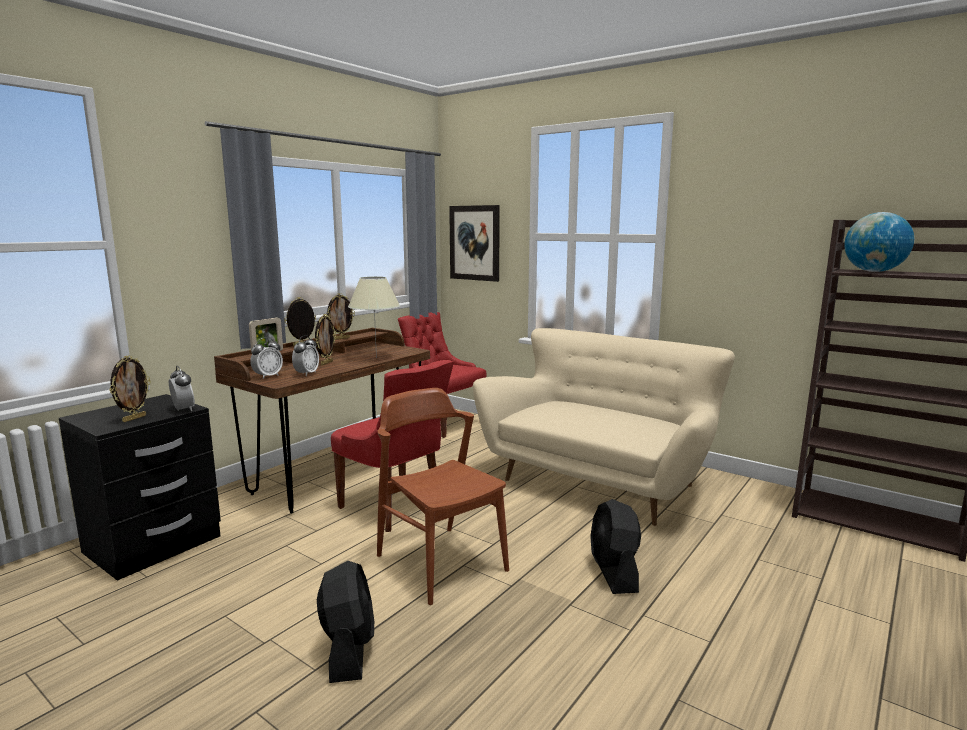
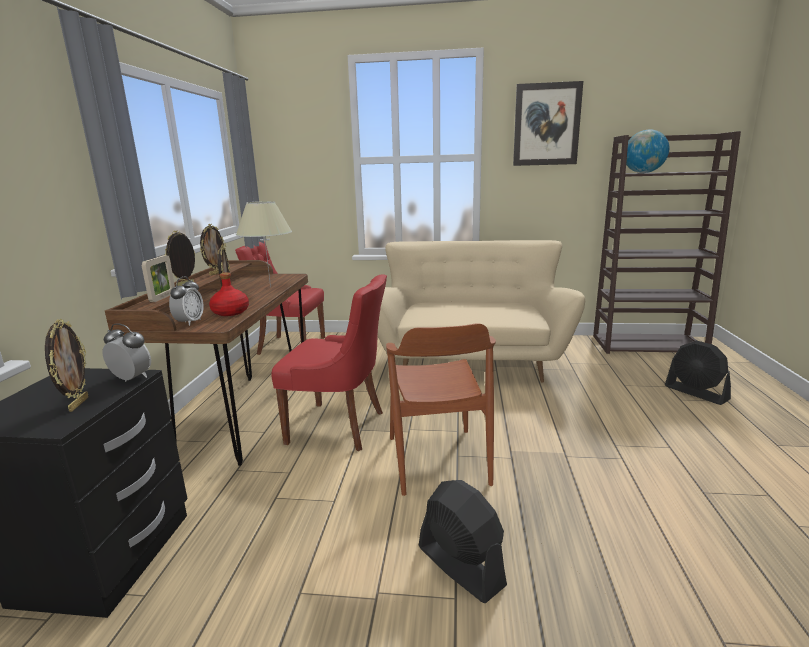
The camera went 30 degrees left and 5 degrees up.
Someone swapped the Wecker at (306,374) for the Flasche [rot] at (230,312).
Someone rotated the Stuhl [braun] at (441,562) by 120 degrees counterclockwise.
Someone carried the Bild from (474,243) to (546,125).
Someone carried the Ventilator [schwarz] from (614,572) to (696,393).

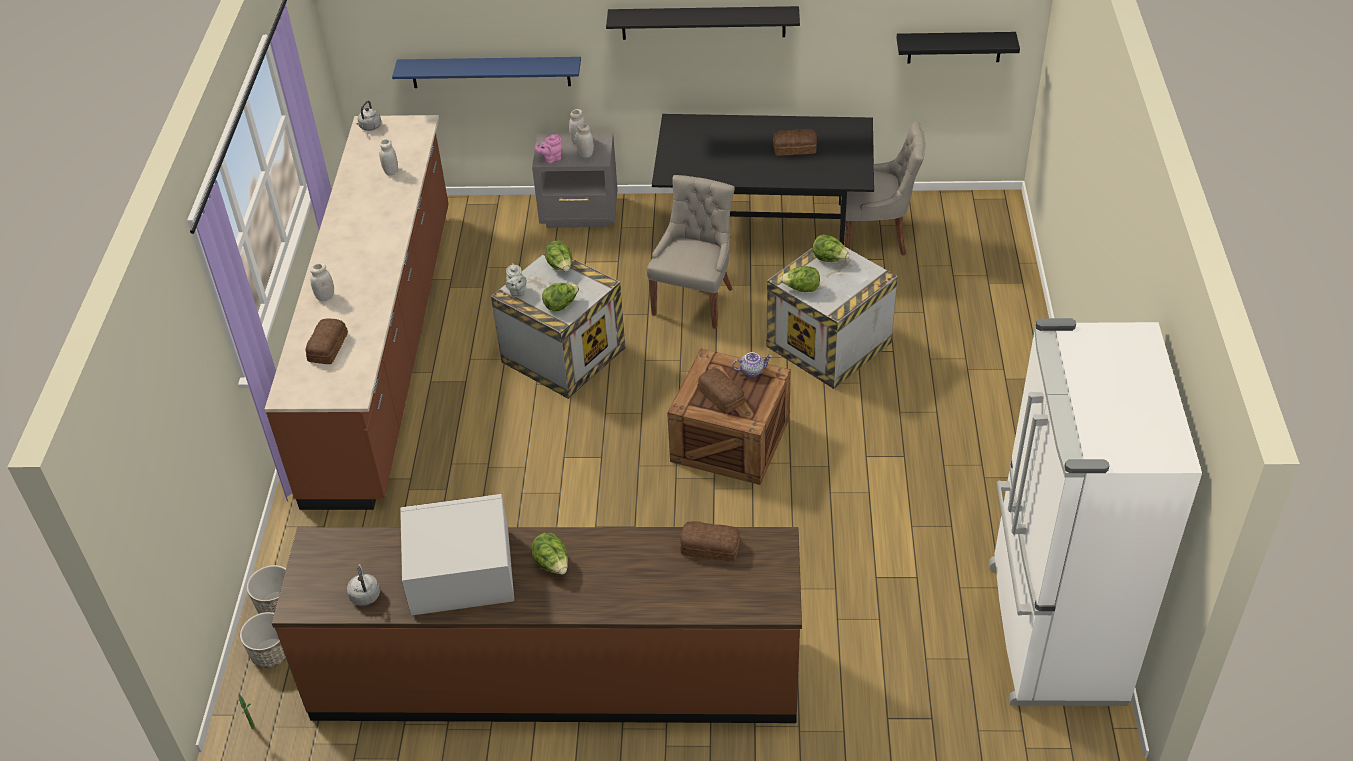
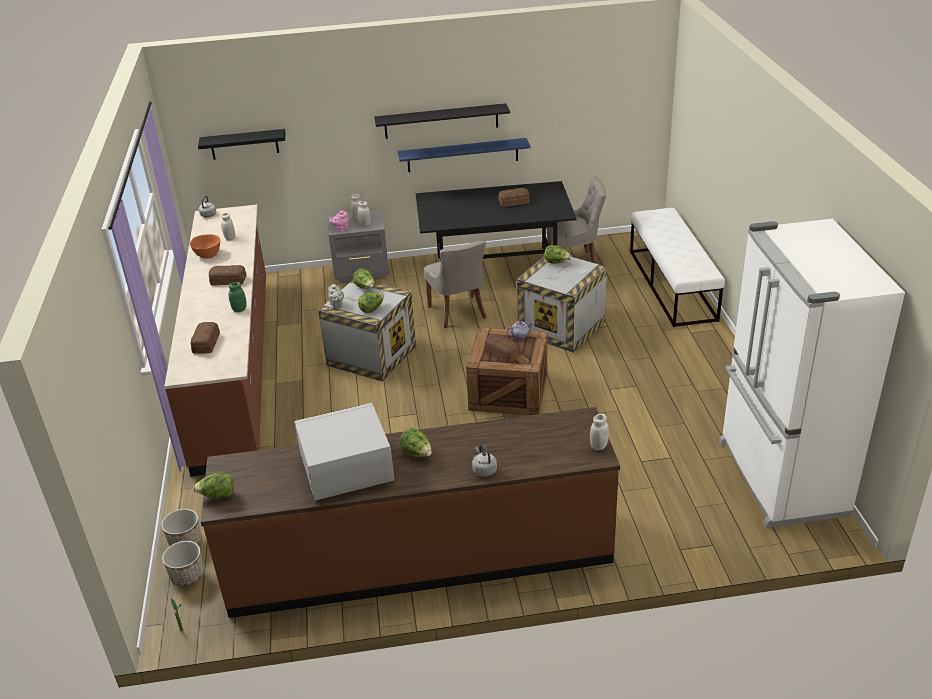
The camera went 10 degrees left and 10 degrees down.
Someone carried the Vorratsglas [weiß] from (325,296) to (598,446).
Someone carried the Wasserkessel [grau] from (365,594) to (484,470).
Someone carried the Wandregal [blau] from (490,72) to (462,155).
Someone rotated the Stuhl [grau] at (695,300) by 150 degrees clockwise.
Someone carried the Brot from (709,546) to (228,280).
Someone carried the Salatkopf from (801,289) to (217,496).
Someone carried the Wandregal [schwarz] from (954,47) to (244,144).
Someone put down the Schüssel [orange] at (208,255).
Someone put down the Vorratsglas [grün] at (239,309).
Someone put down the Bank [weiß] at (672,285).

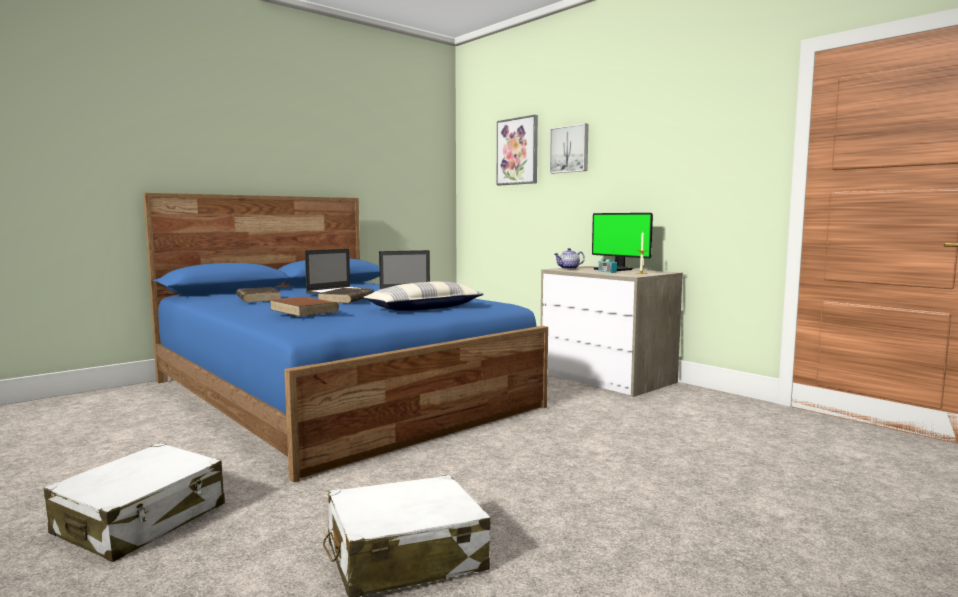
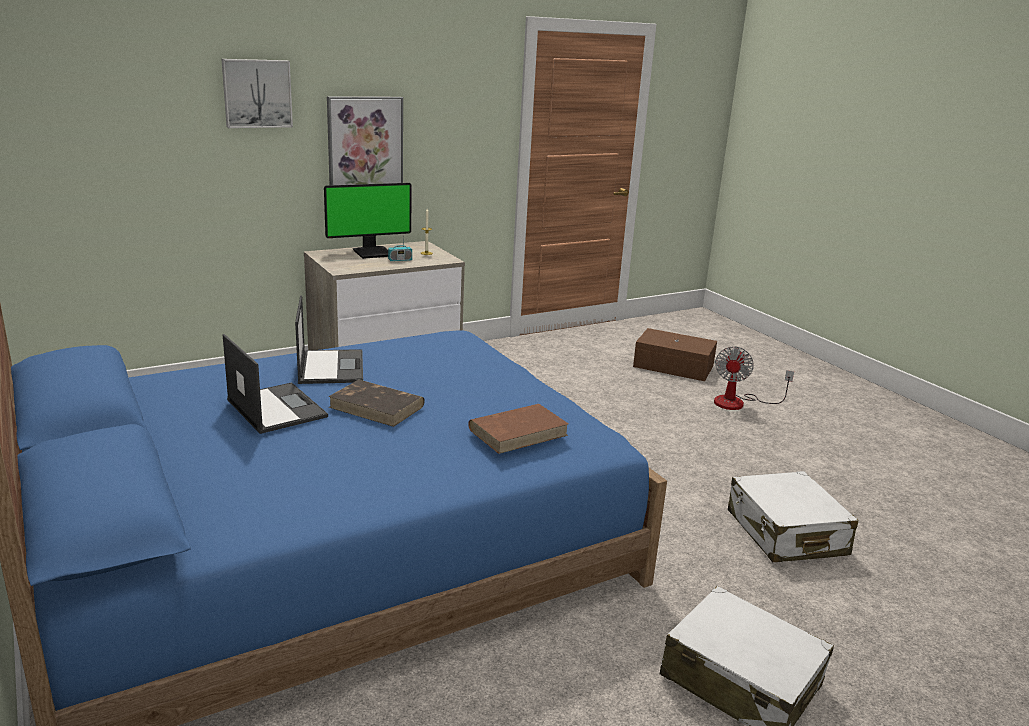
The camera went 80 degrees left and 15 degrees up.
Someone took away the Buch [braun] at (258,298).
Someone took away the Kissen at (424,308).
Someone carried the Bild from (517,151) to (365,144).
Someone took away the Teekanne at (569,268).
Someone put down the Aufbewahrungsbox [braun] at (674,366).
Someone put down the Ventilator at (738,402).

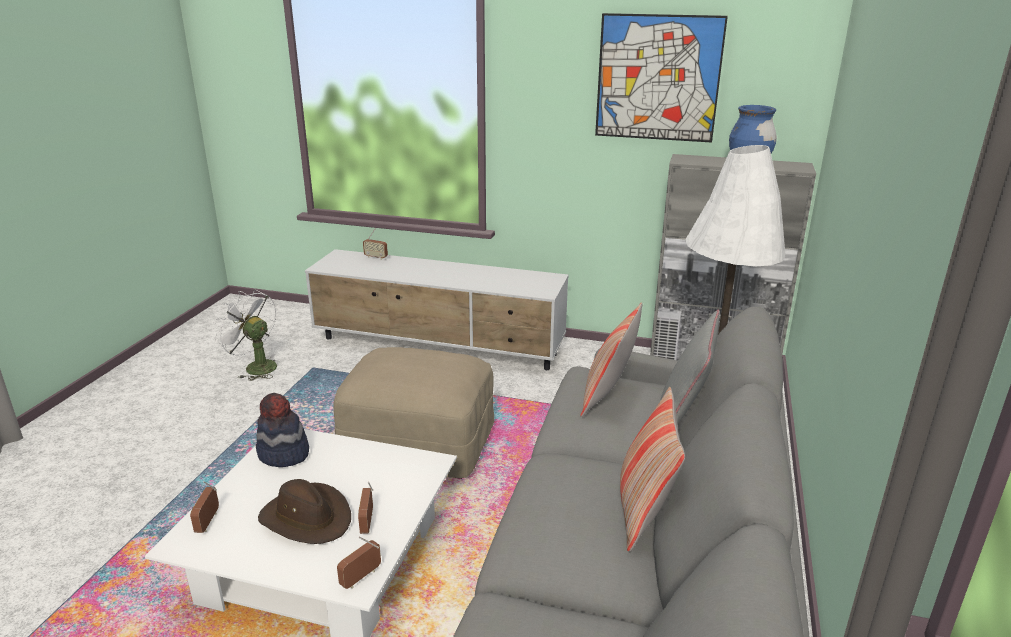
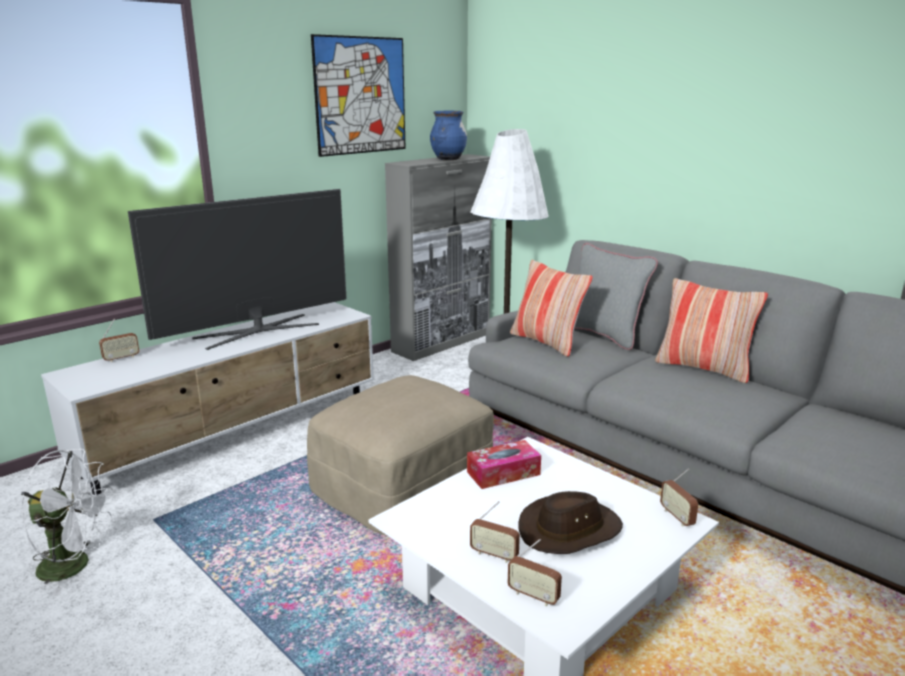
The camera went 60 degrees left and 5 degrees down.
Someone rotated the Ventilator [weiß] at (255,367) by 150 degrees counterclockwise.
Someone took away the Hut at (283,454).
Someone carried the Radio from (367,523) to (494,555).
Someone put down the Fernseher at (258,331).
Someone put down the Taschentuchbox at (503,473).

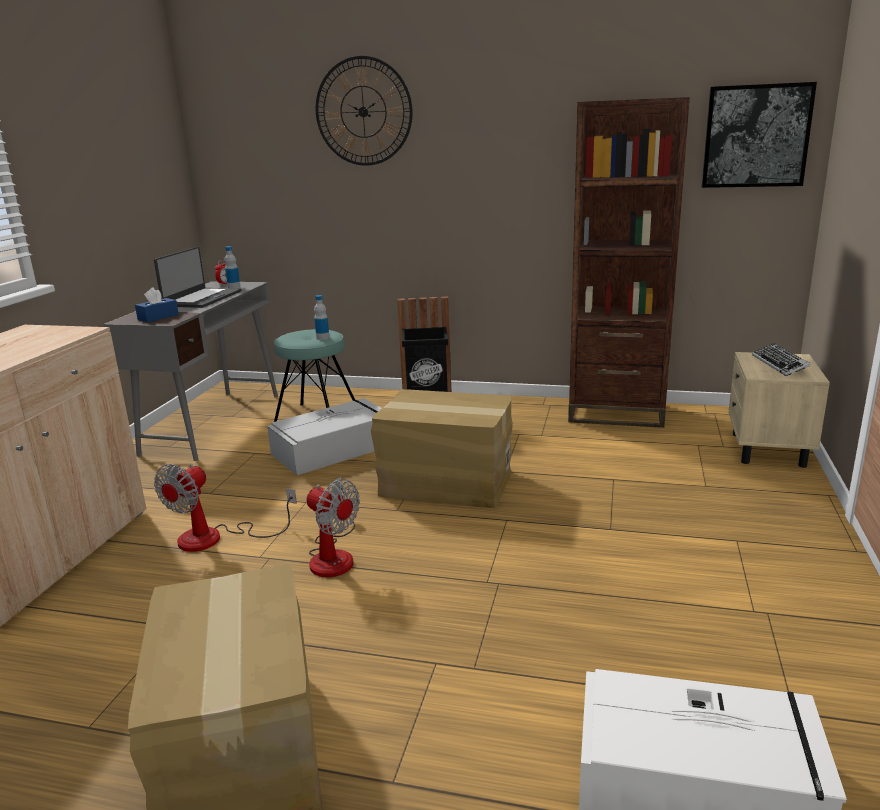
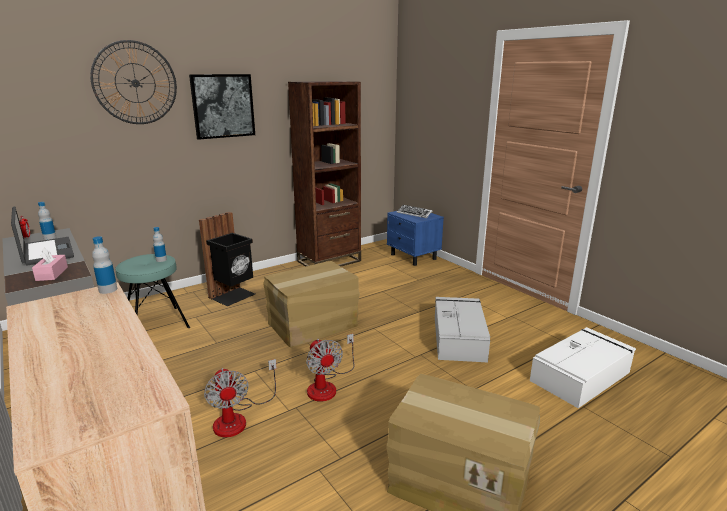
The camera went 50 degrees left and 0 degrees up.
Someone repainted the Taschentuchbox [blau] at (158,317), which became the Taschentuchbox [rosa] at (52,274).
Someone carried the Aufbewahrungsbox [grau] from (335,449) to (458,337).
Someone rotated the Ventilator at (334,555) by 75 degrees clockwise.
Someone carried the Bild from (756,136) to (223,106).
Someone repainted the Nachttisch [beige] at (767,450), which became the Nachttisch [blau] at (413,257).
Someone put down the Flasche at (108,290).

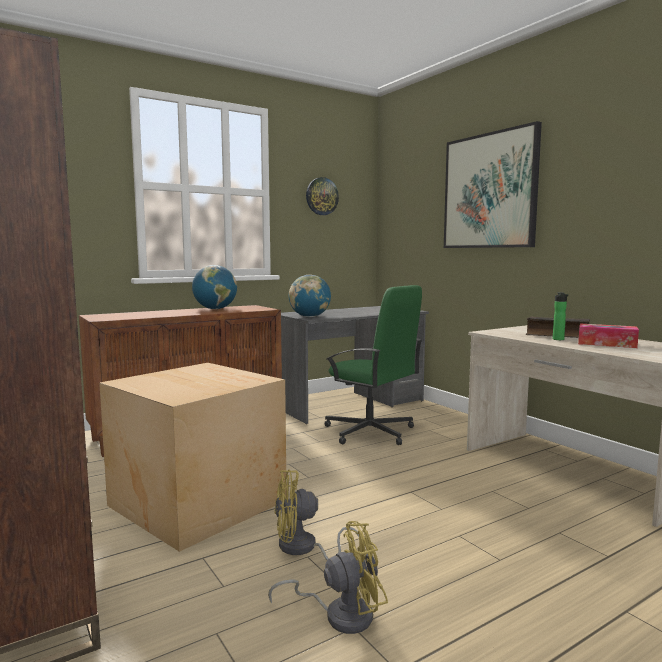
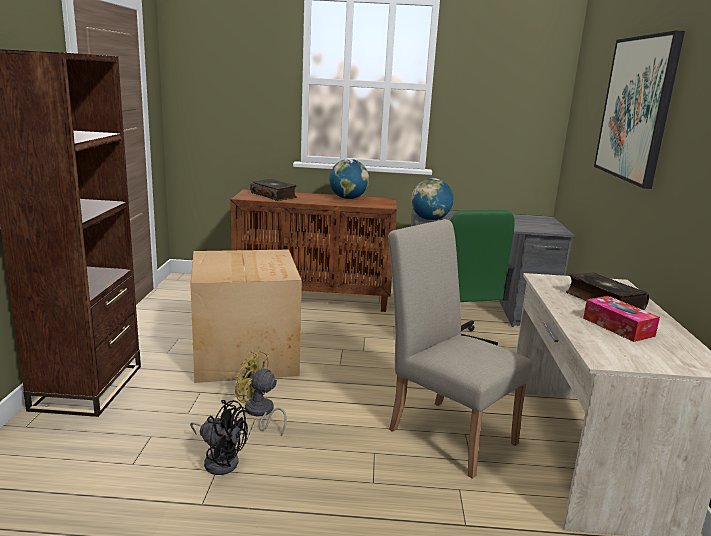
The camera went 35 degrees right and 10 degrees up.
Someone repainted the Ventilator [gelb] at (340,614), which became the Ventilator [schwarz] at (220,460).
Someone took away the Wanduhr at (321,196).
Someone took away the Flasche at (559,339).
Someone put down the Buch at (274,195).
Someone put down the Stuhl [beige] at (445,431).

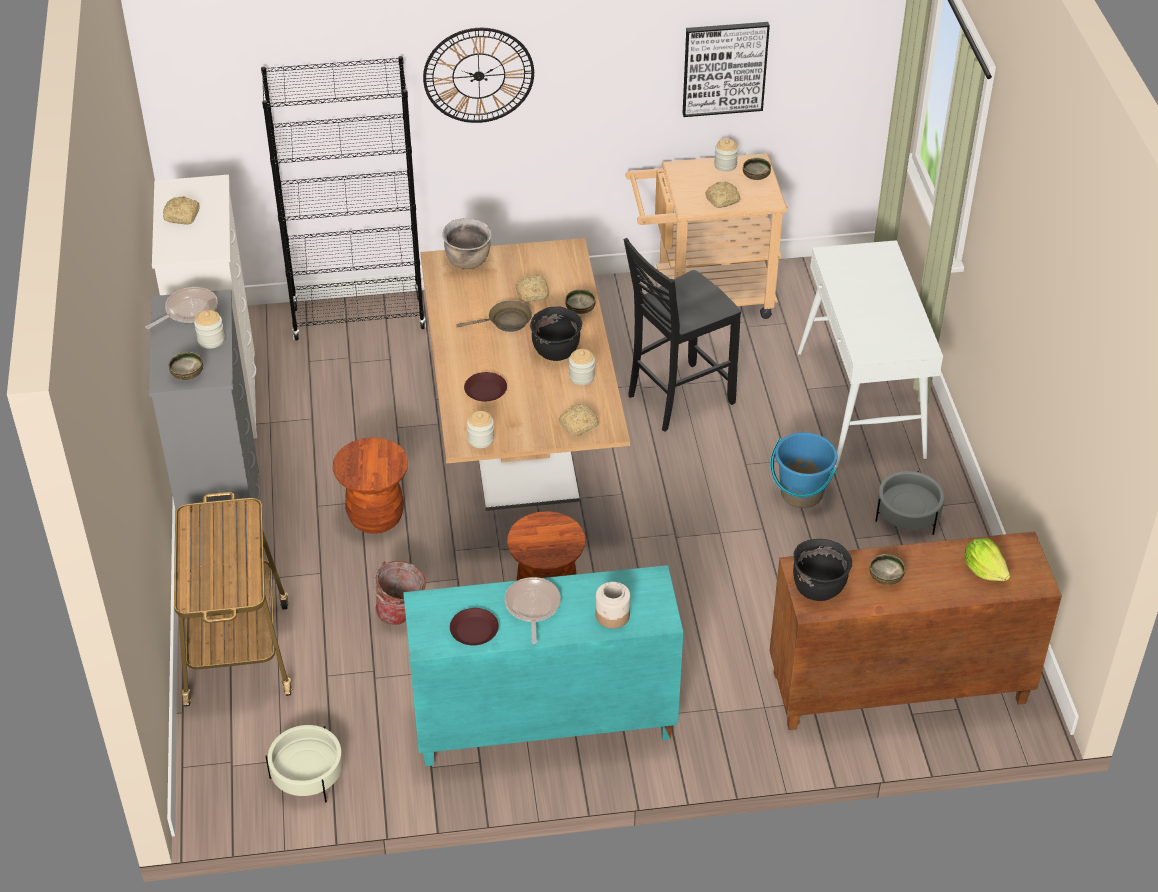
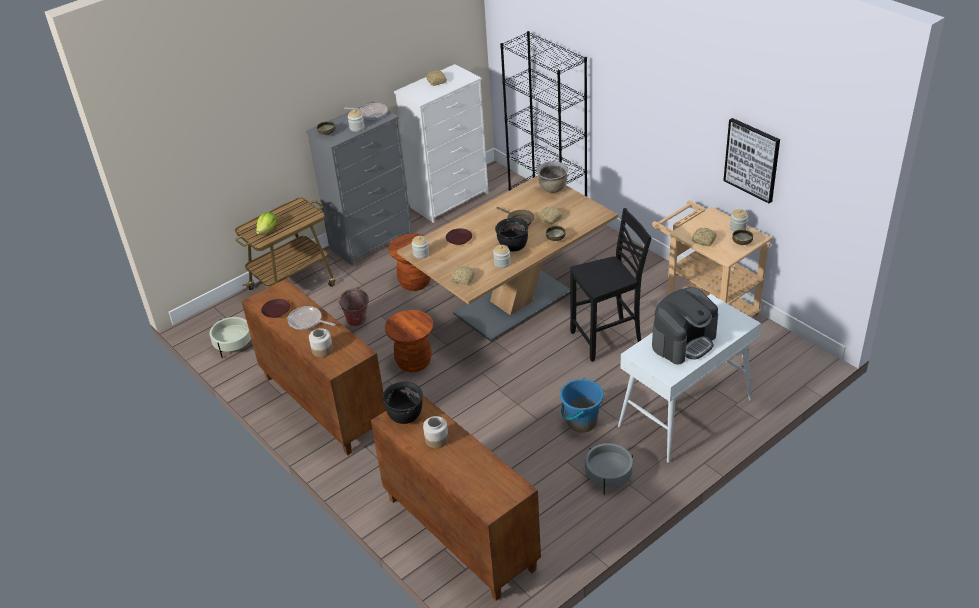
The camera went 60 degrees right and 5 degrees down.
Someone repainted the Schrank [türkis] at (542,724), which became the Schrank [braun] at (322,404).
Someone took away the Wanduhr at (478,75).
Someone rotated the Pfanne at (532,607) by 120 degrees counterclockwise.
Someone rotated the Stuhl [schwarz] at (677,398) by 135 degrees clockwise.
Someone swapped the Schüssel at (886,578) for the Vorratsglas at (436,440).
Someone carried the Salatkopf from (984,570) to (268,231).
Someone put down the Kaffeemaschine at (683,341).

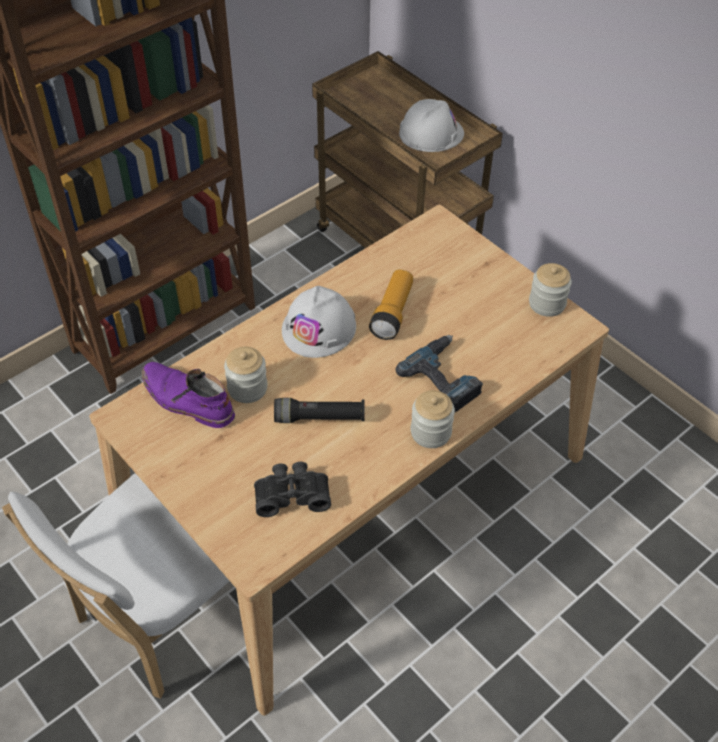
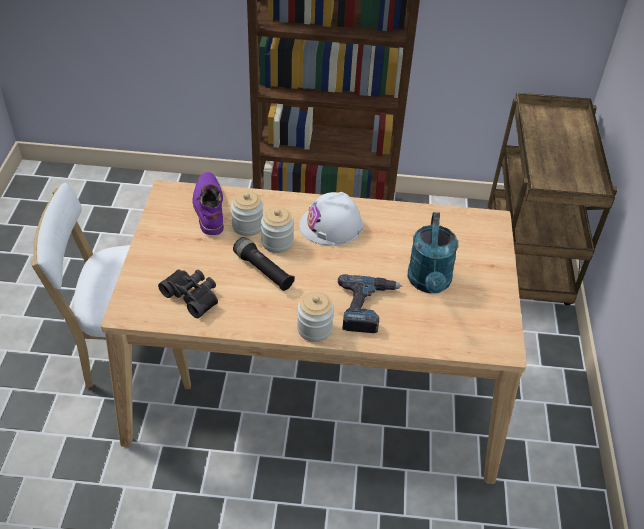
The camera went 45 degrees right and 5 degrees down.
Someone took away the Taschenlampe at (392,313).
Someone took away the Schutzhelm [weiß] at (431,133).
Someone carried the Vorratsglas from (547,303) to (277,242).
Someone put down the Gießkanne [türkis] at (429,283).

